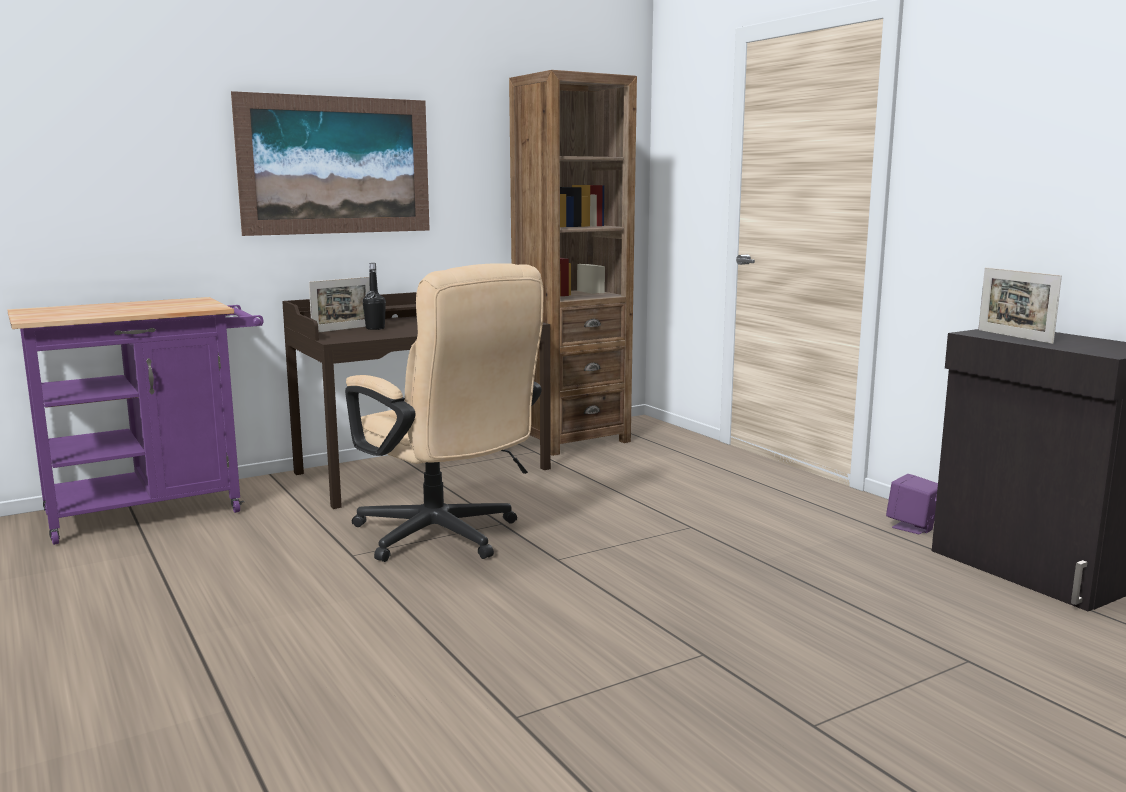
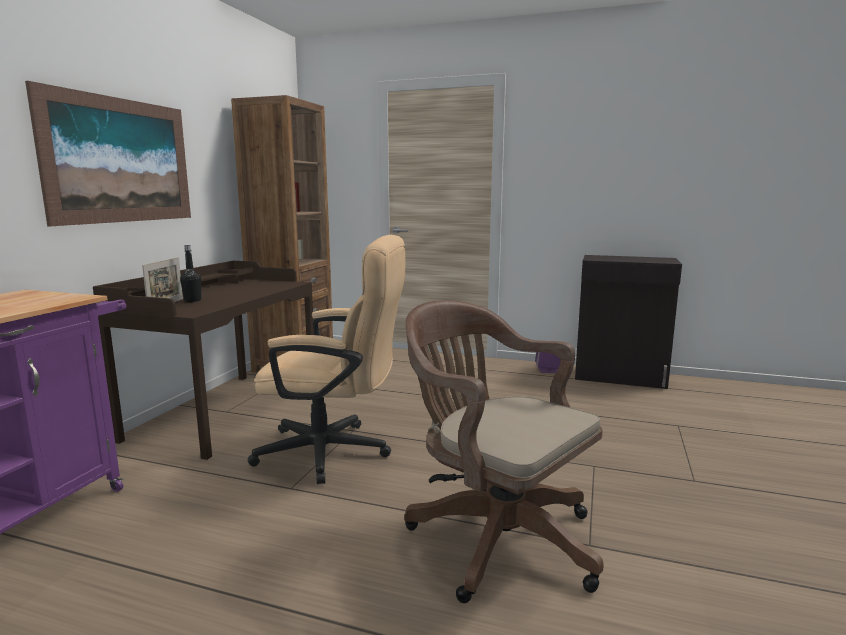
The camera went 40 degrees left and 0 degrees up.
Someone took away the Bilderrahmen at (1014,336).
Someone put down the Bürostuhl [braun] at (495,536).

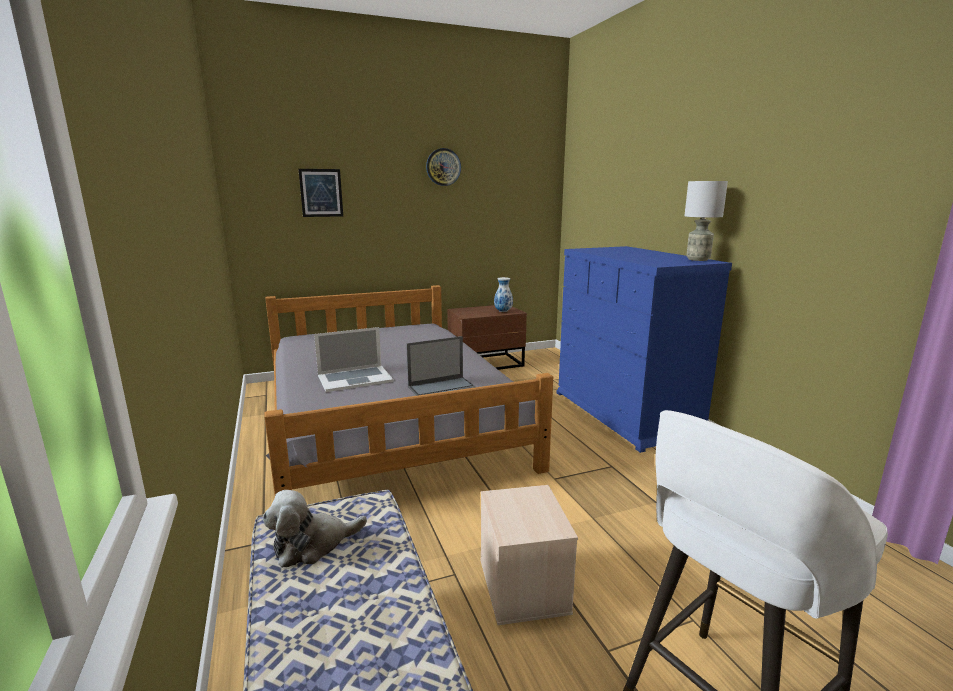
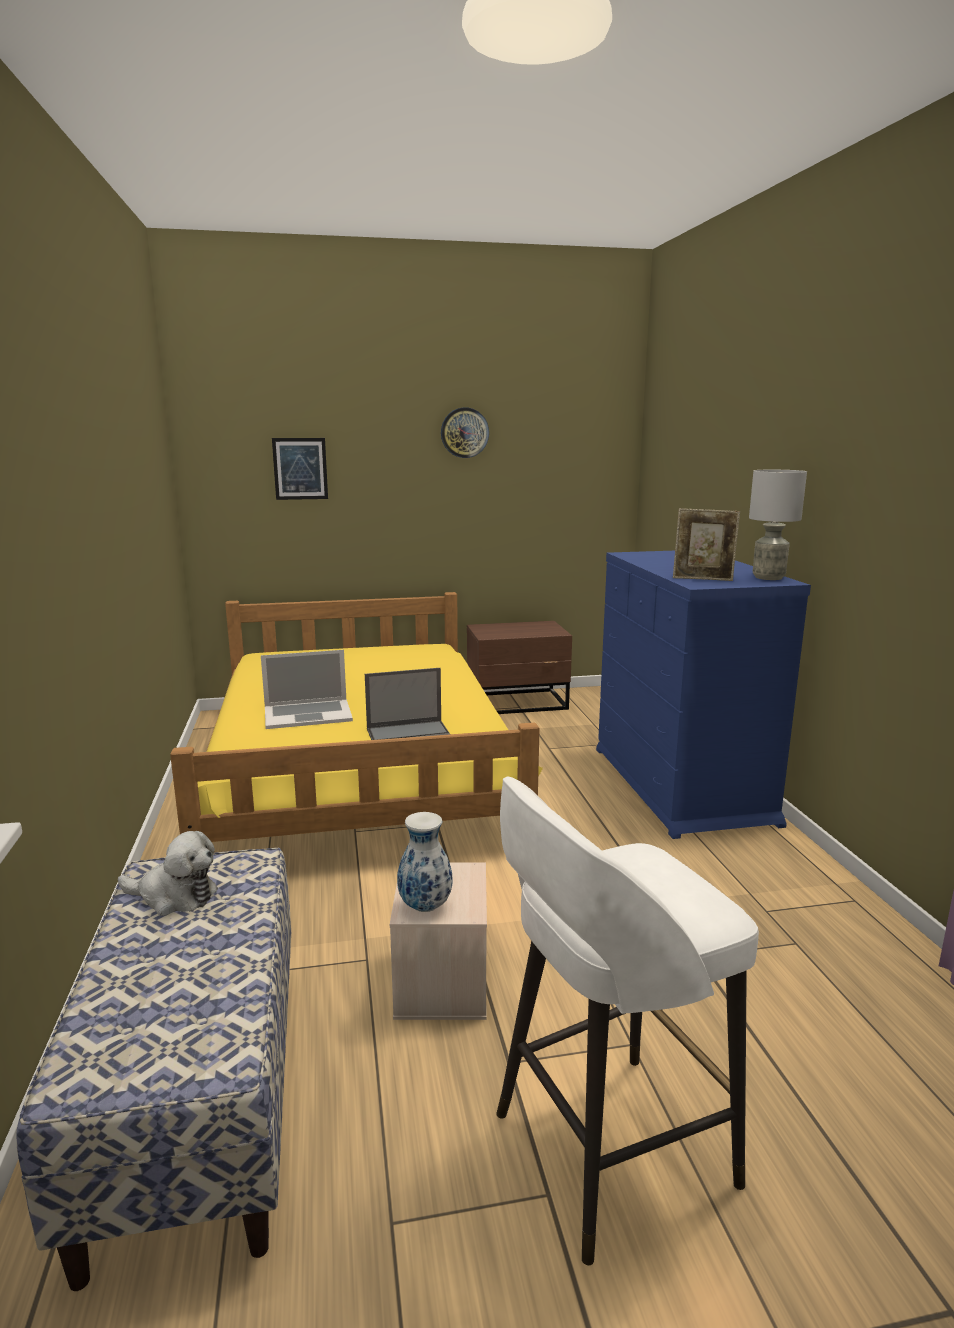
The camera went 10 degrees right and 0 degrees up.
Someone rotated the Plüschtier at (312,545) by 150 degrees counterclockwise.
Someone repainted the Bett [grau] at (387,418), which became the Bett [gelb] at (358,768).
Someone carried the Vase from (503,311) to (426,906).
Someone put down the Bilderrahmen at (703,579).

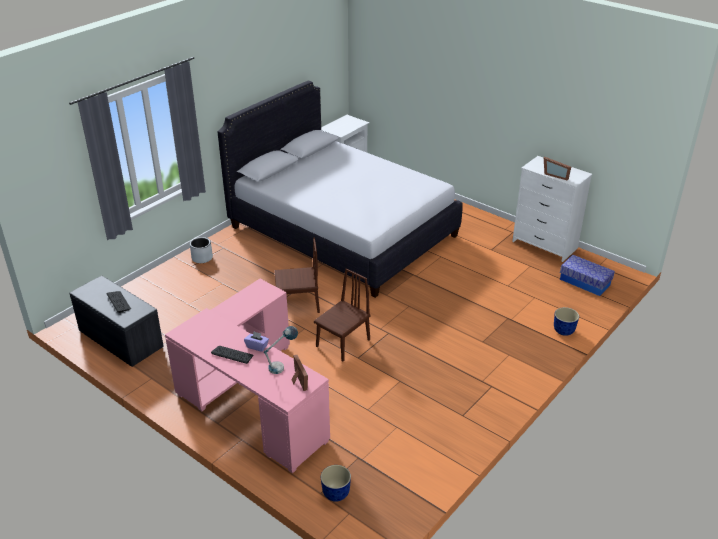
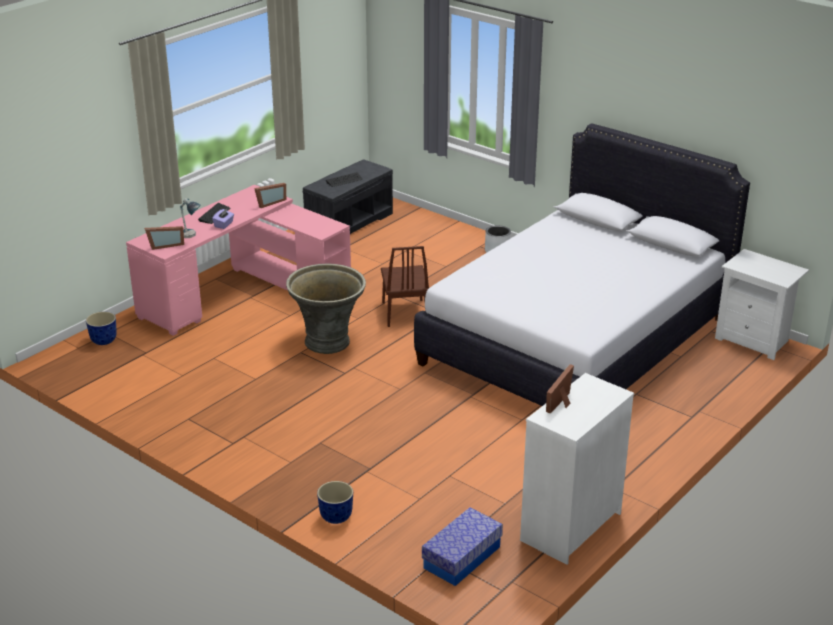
The camera went 90 degrees right and 5 degrees down.
Someone swapped the Stuhl [braun] at (343,343) for the Pflanzkübel [grau] at (328,342).
Someone put down the Bilderrahmen at (269,202).

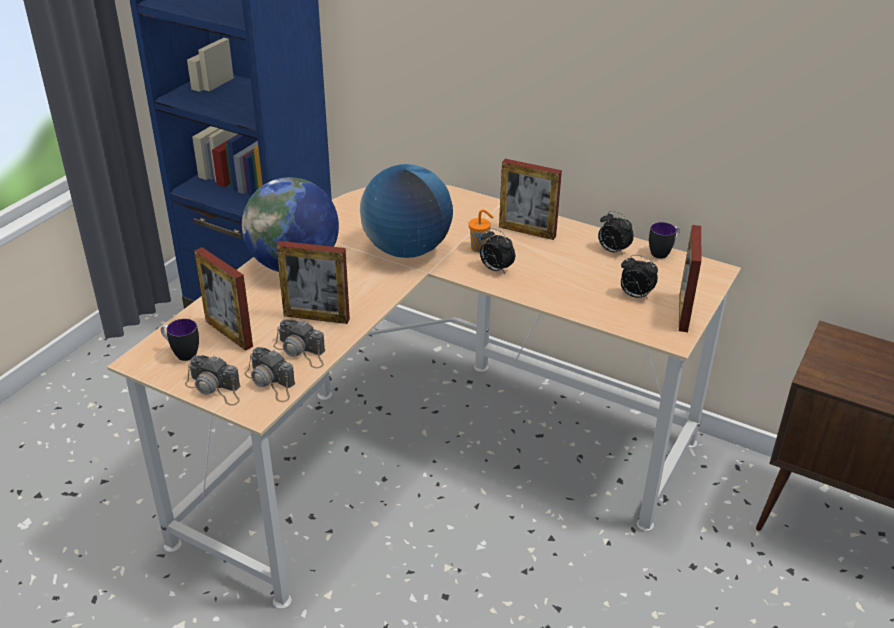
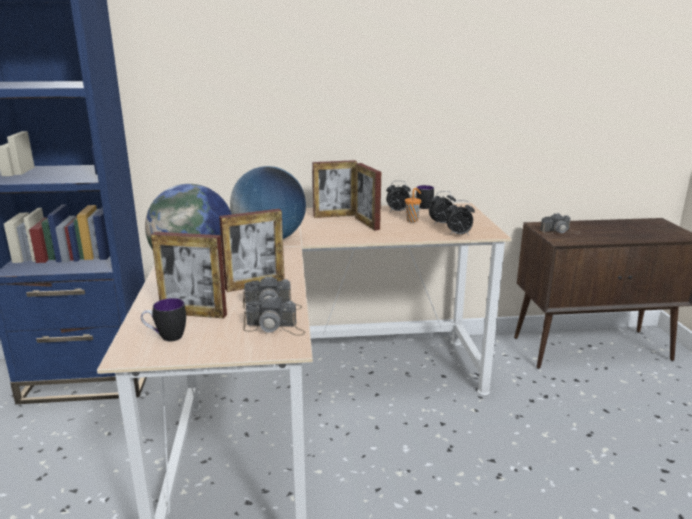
The camera went 35 degrees left and 15 degrees down.
Someone carried the Kamera from (215,388) to (559,231).
Someone carried the Tasse [orange] from (479,248) to (412,220).
Someone carried the Wecker from (495,269) to (458,235).
Someone carried the Bilderrahmen from (683,312) to (367,223).

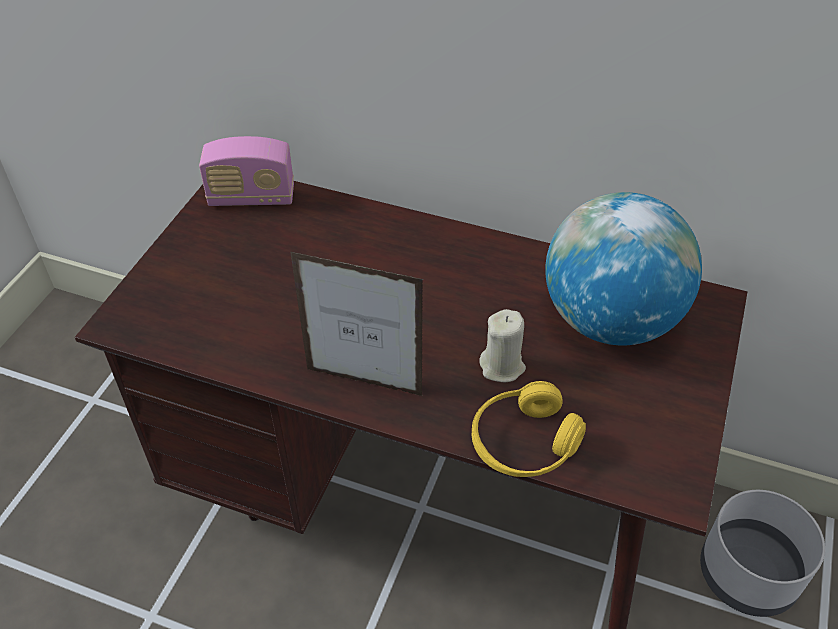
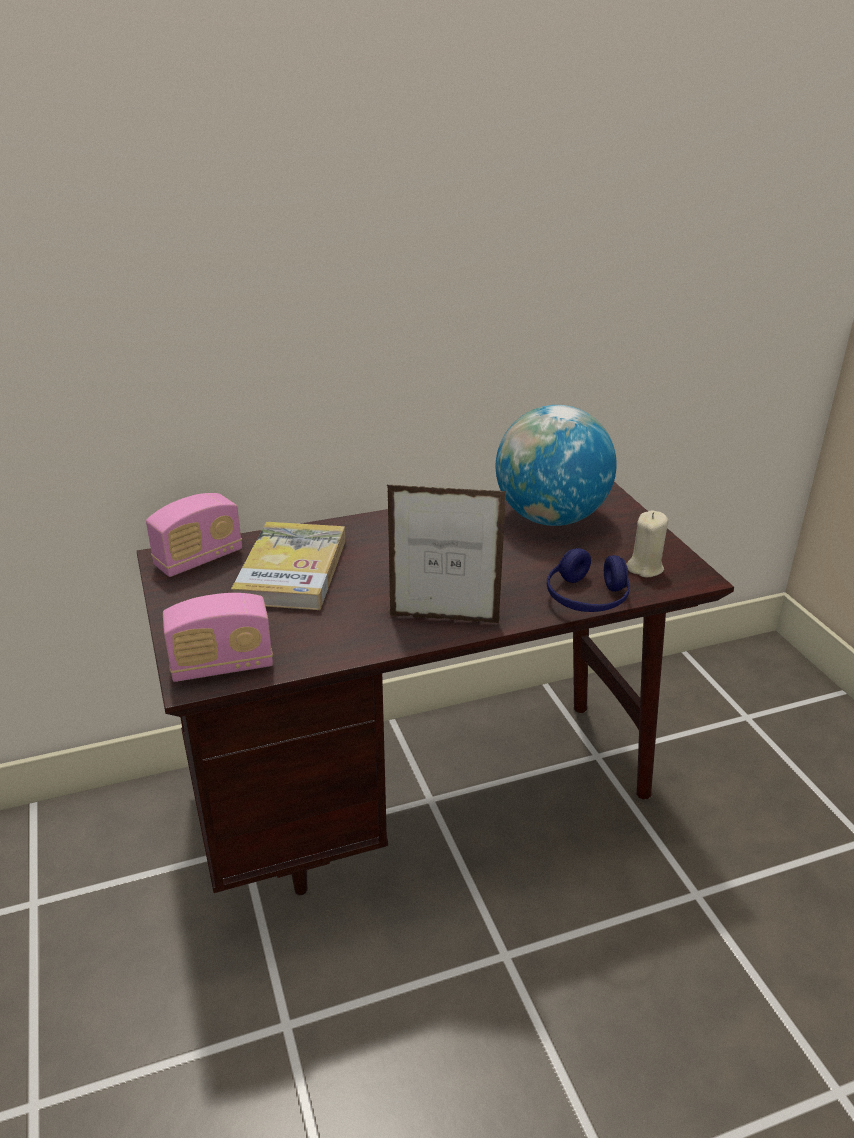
The camera went 40 degrees left and 15 degrees down.
Someone rotated the Bilderrahmen at (364,382) by 150 degrees counterclockwise.
Someone repainted the Kopfhörer [gelb] at (524,443), which became the Kopfhörer [blau] at (586,598).
Someone carried the Kerze [beige] from (502,366) to (645,568).
Someone took away the Pflanzkübel [grau] at (748,573).
Someone put down the Radio at (222,666).
Someone put down the Buch at (292,571).

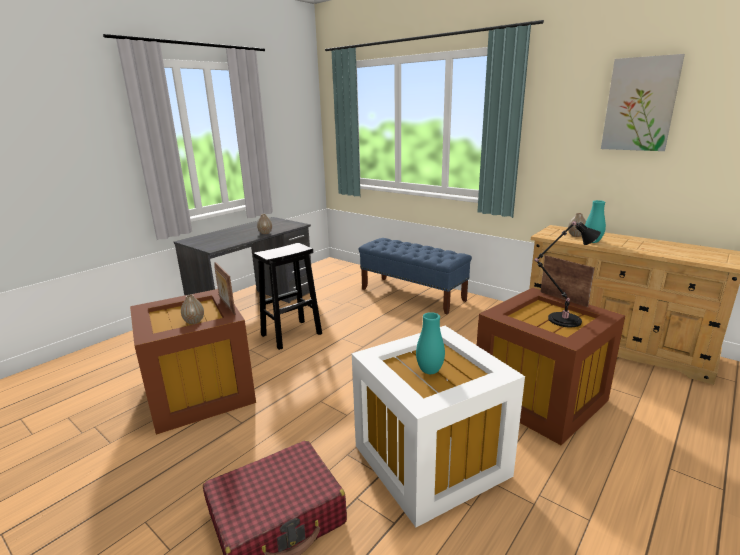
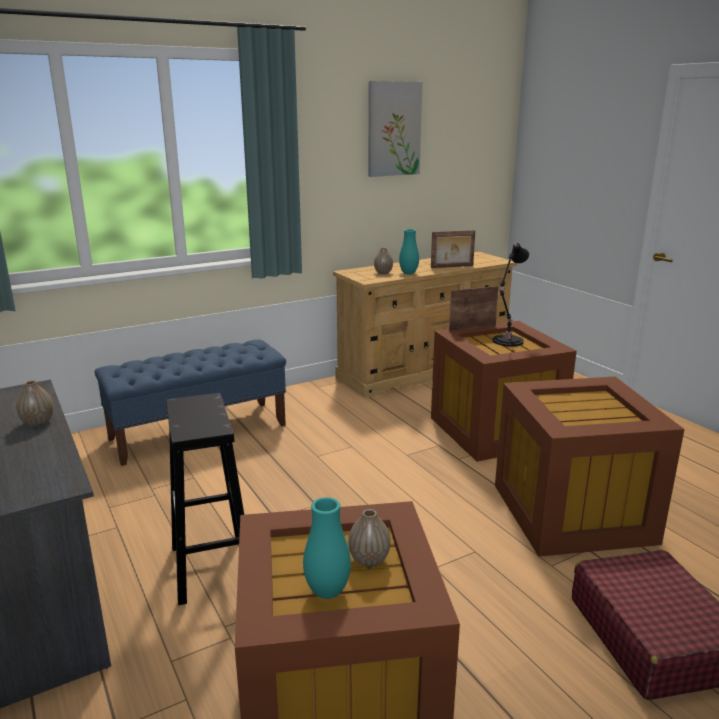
The camera went 70 degrees left and 0 degrees up.
Someone carried the Bilderrahmen from (226,306) to (452,267).
Someone repainted the Aufbewahrungsbox [weiß] at (430,462), which became the Aufbewahrungsbox [braun] at (575,514).
Someone carried the Vase [türkis] from (429,371) to (327,591).

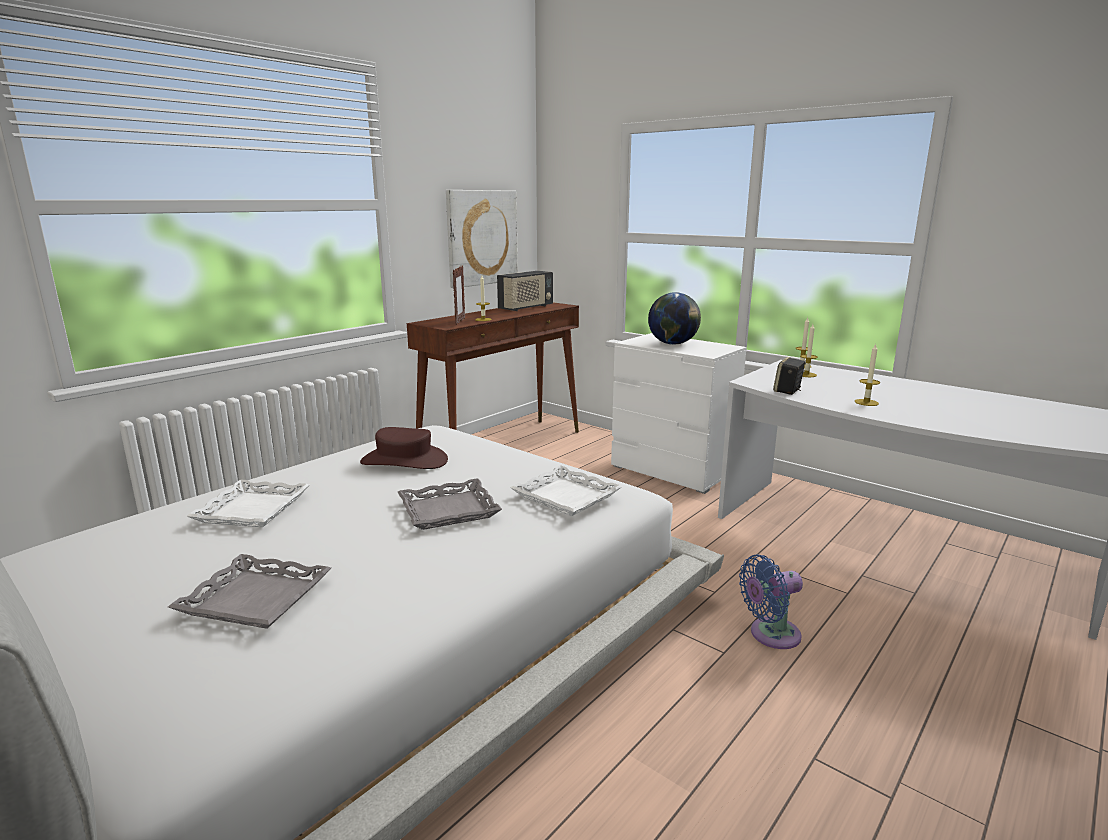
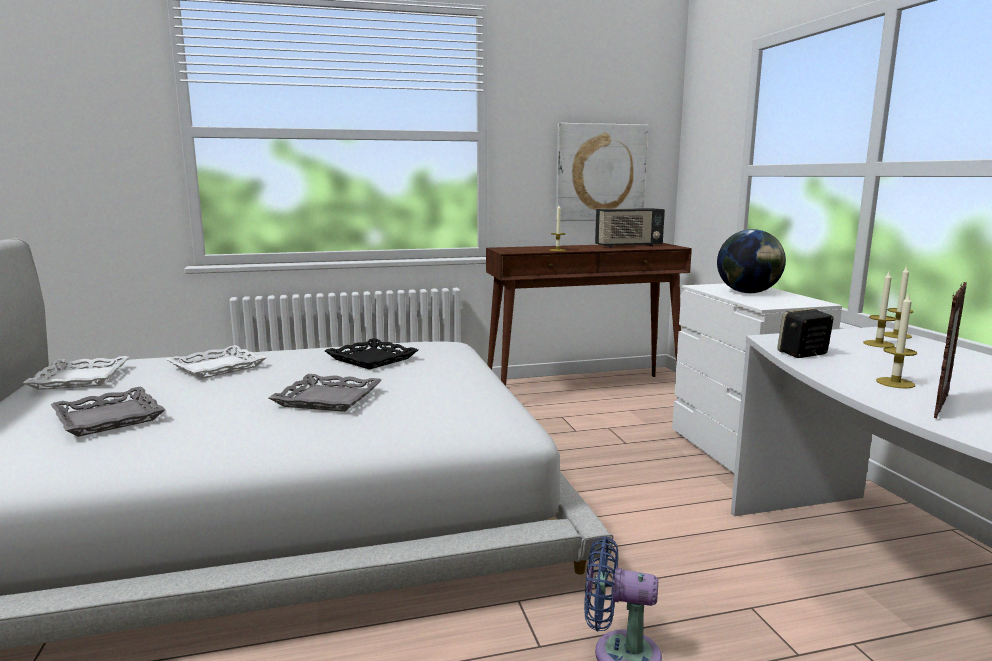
The camera went 35 degrees right and 5 degrees down.
Someone swapped the Hut [braun] at (404,460) for the Tablett [schwarz] at (372,359).
Someone carried the Bilderrahmen from (460,321) to (940,406).
Someone carried the Tablett [weiß] from (565,497) to (80,378).

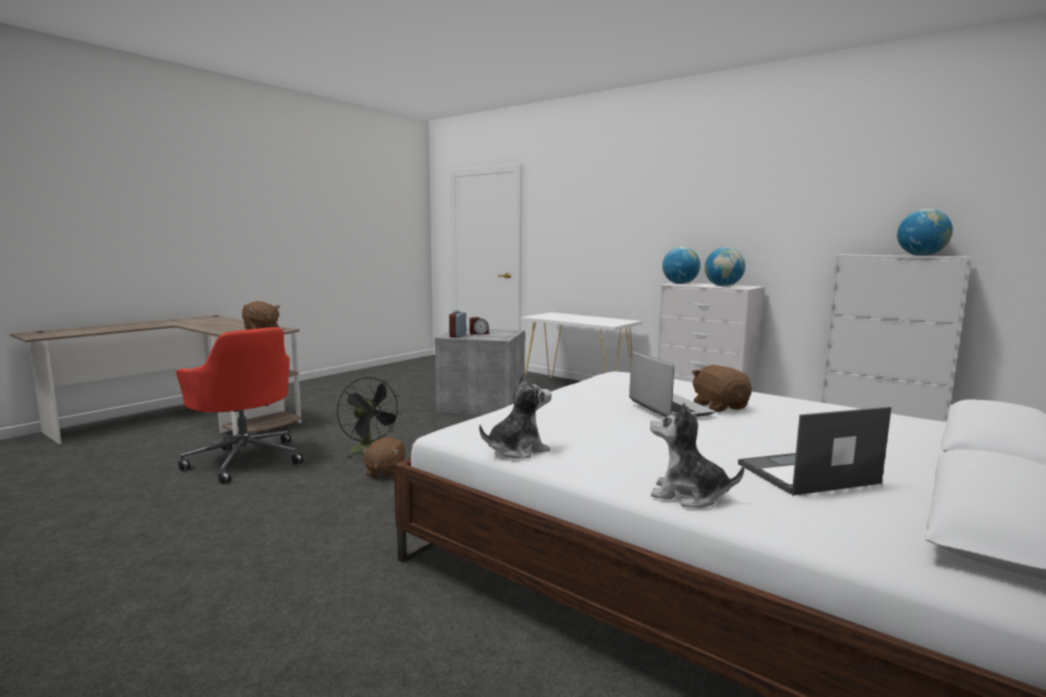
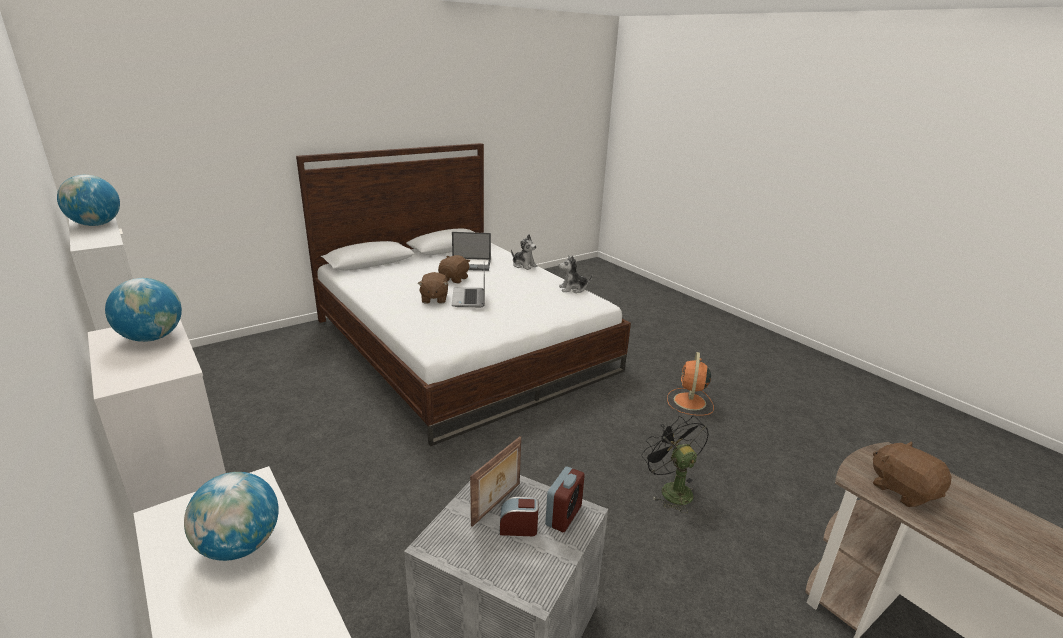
The camera went 165 degrees left and 15 degrees up.
Someone took away the Bürostuhl [rot] at (245,459).
Someone carried the Plüschtier [braun] from (385,472) to (454,279).
Someone carried the Globus from (680,284) to (240,546).
Someone put down the Bilderrahmen at (497,504).
Someone put down the Ventilator [orange] at (689,402).

